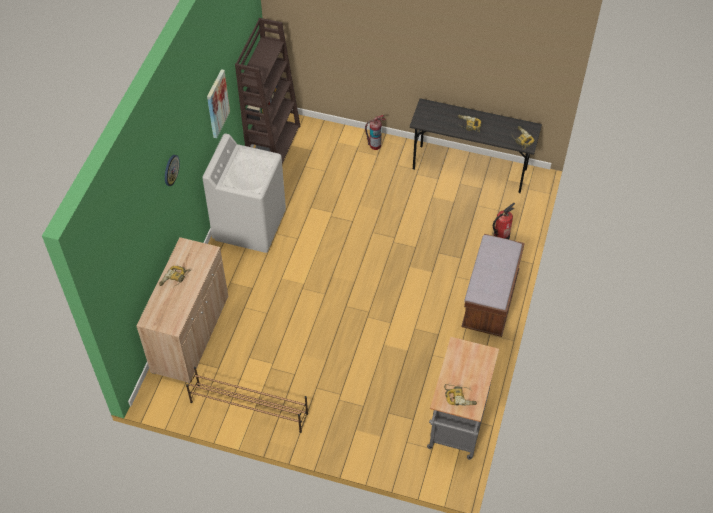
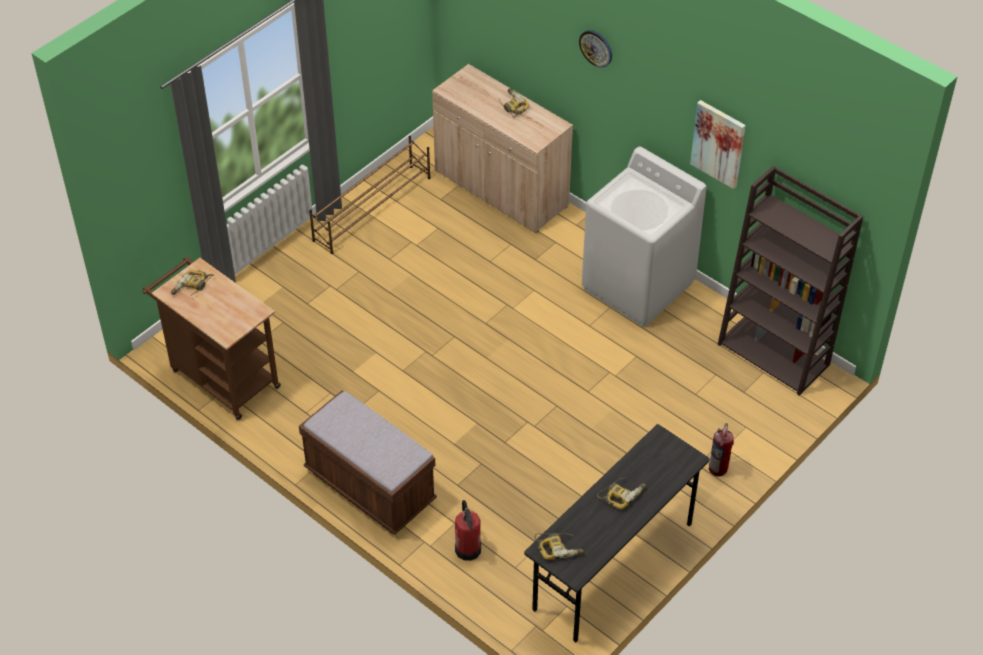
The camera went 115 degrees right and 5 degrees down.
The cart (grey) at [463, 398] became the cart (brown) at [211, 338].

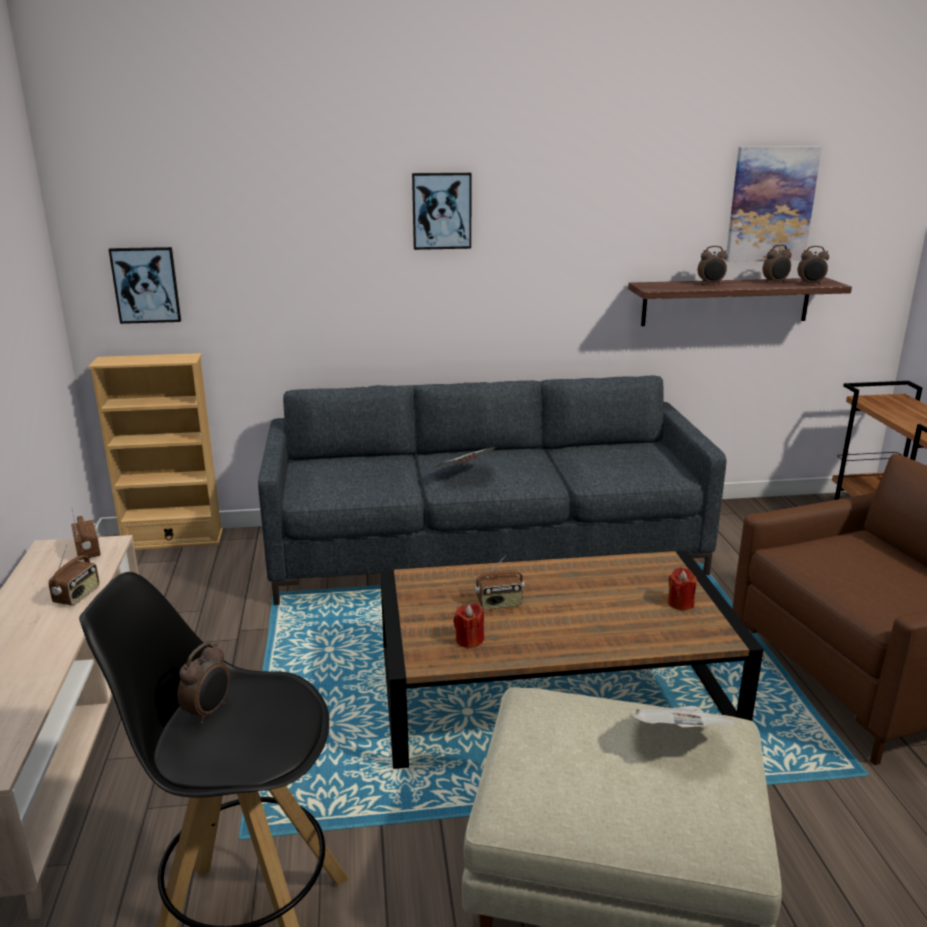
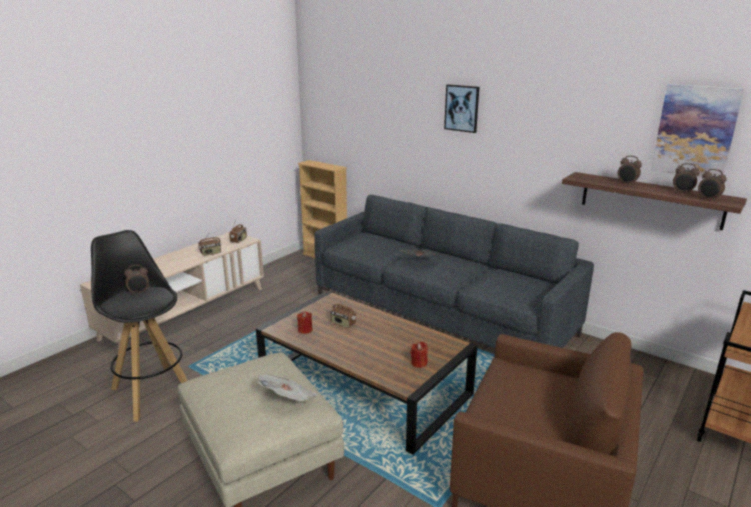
The camera went 45 degrees right and 0 degrees up.
The picture at [145, 285] disappeared.

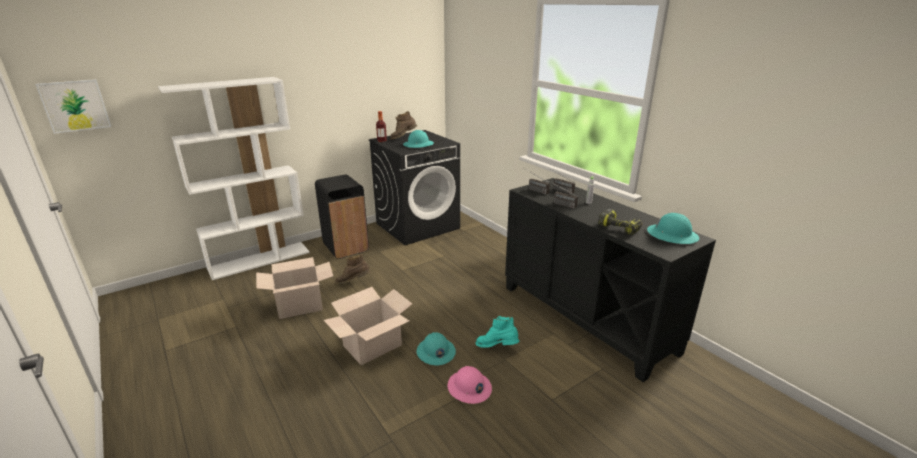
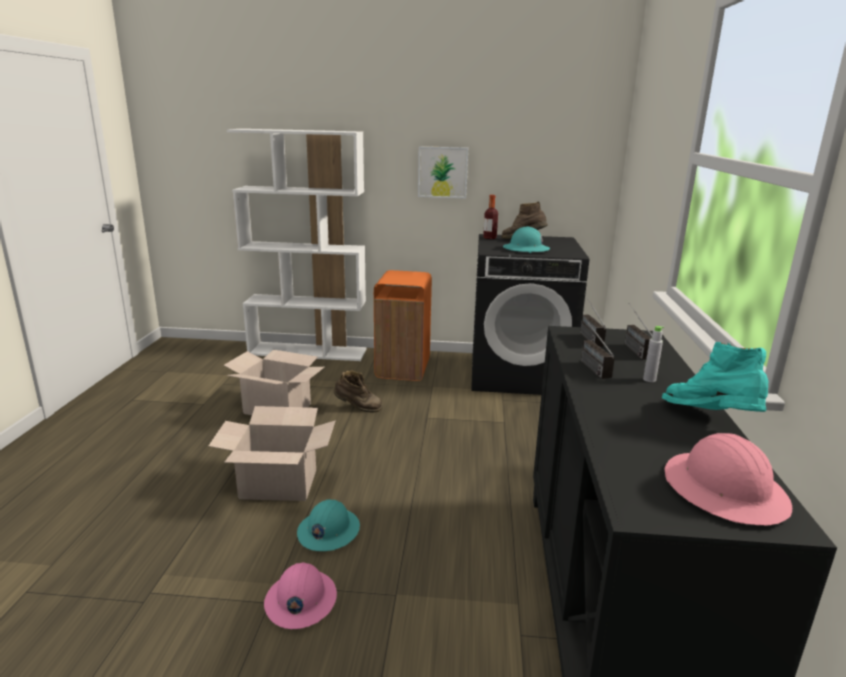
The camera went 40 degrees right and 5 degrees down.
The boot (brown) at [353, 269] turned 150 degrees clockwise.
The trash can (black) at [342, 217] became the trash can (orange) at [403, 325].
The picture moved from [73, 106] to [443, 172].
The boot (turquoise) moved from [497, 332] to [715, 377].
The hard hat (turquoise) at [673, 228] became the hard hat (pink) at [728, 479].
The power drill at [620, 222] disappeared.

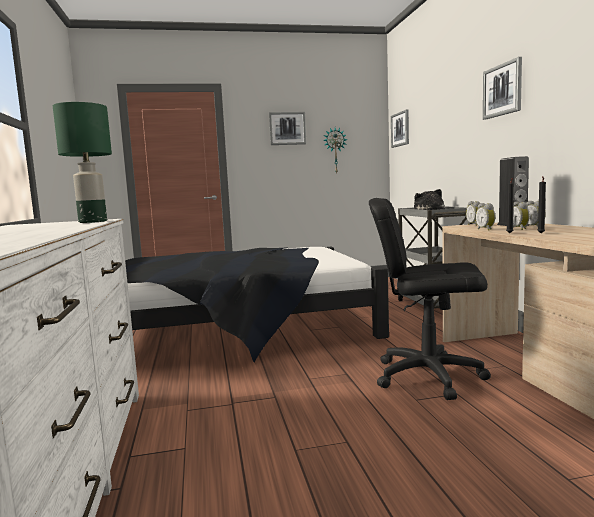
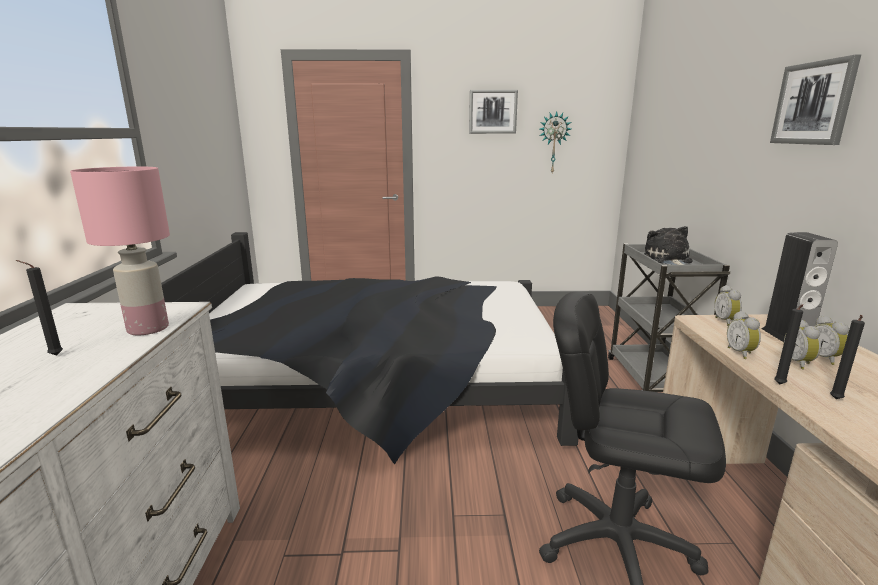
The camera went 10 degrees right and 10 degrees up.
The candle (black) at [39, 308] appeared.
The table lamp (green) at [82, 162] became the table lamp (pink) at [120, 251].
The picture at [400, 129] disappeared.

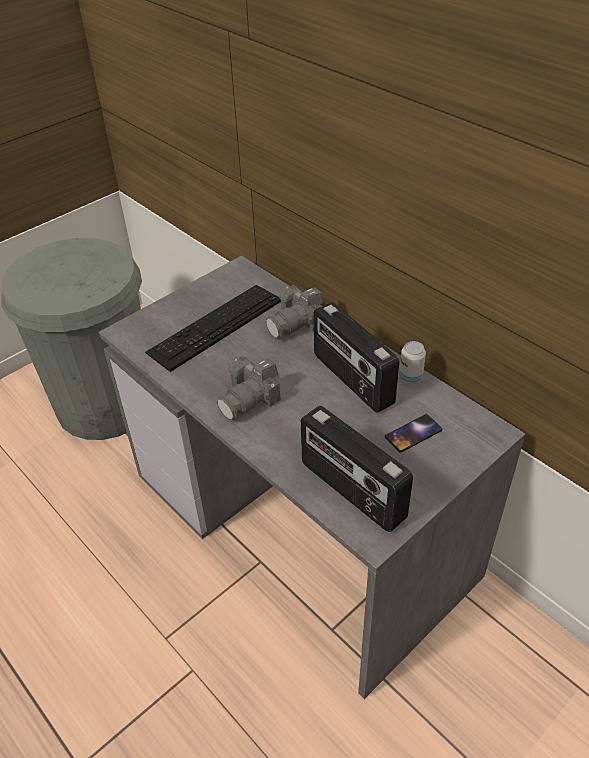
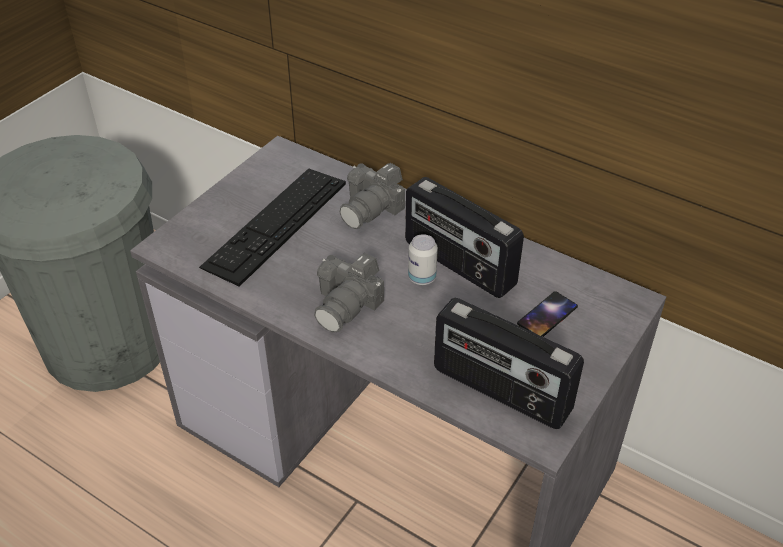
The camera went 15 degrees left and 0 degrees up.
The can moved from [412, 362] to [423, 259].

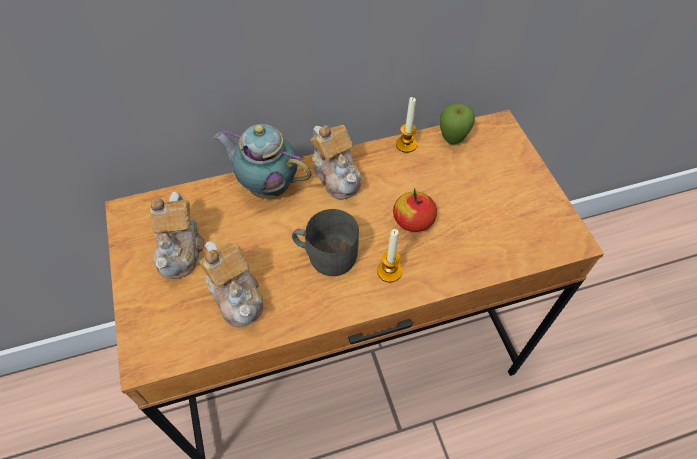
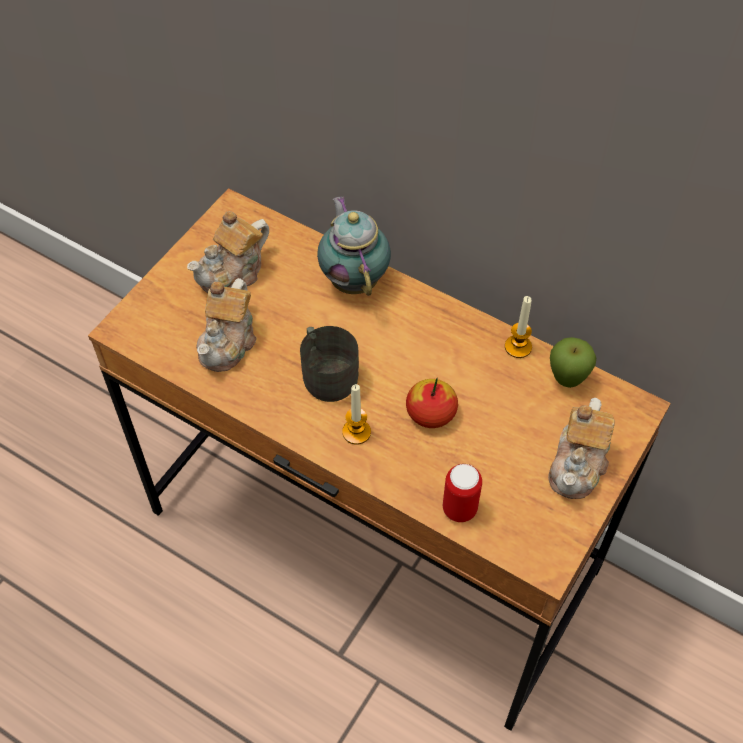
The camera went 50 degrees right and 0 degrees up.
The can at [462, 493] appeared.
The teapot moved from [336, 162] to [581, 448].

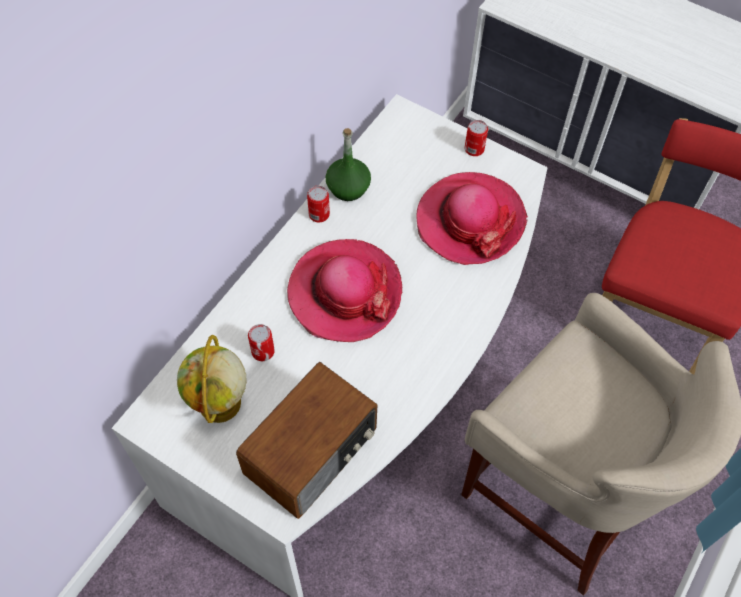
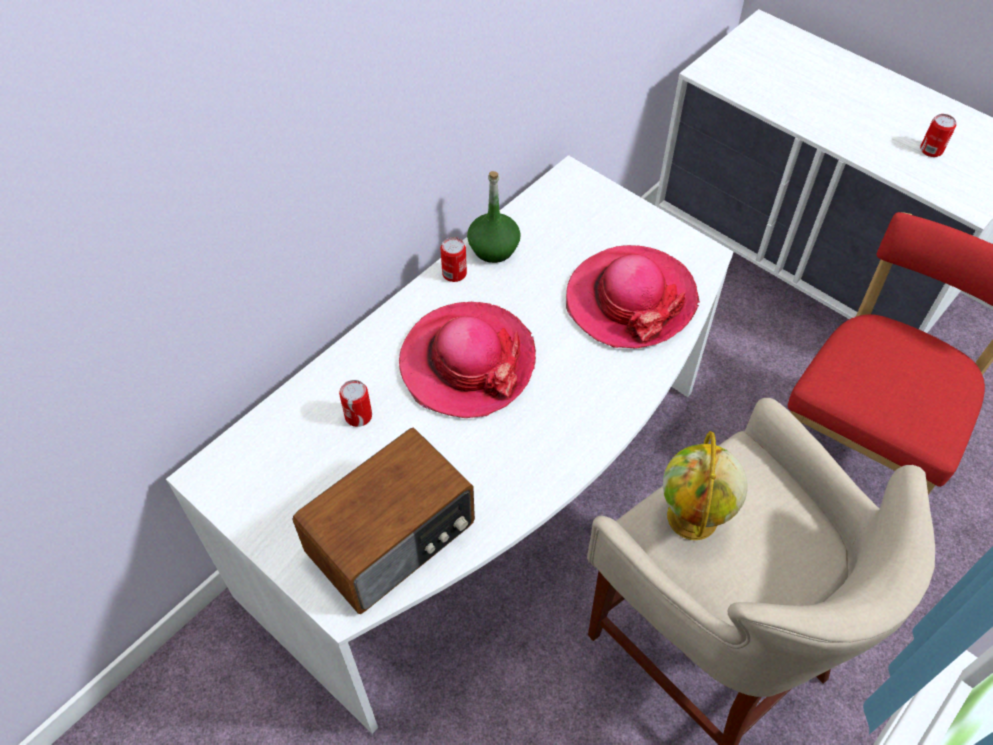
The camera went 10 degrees right and 5 degrees down.
The globe moved from [212, 379] to [705, 485].
The can moved from [476, 138] to [938, 135].

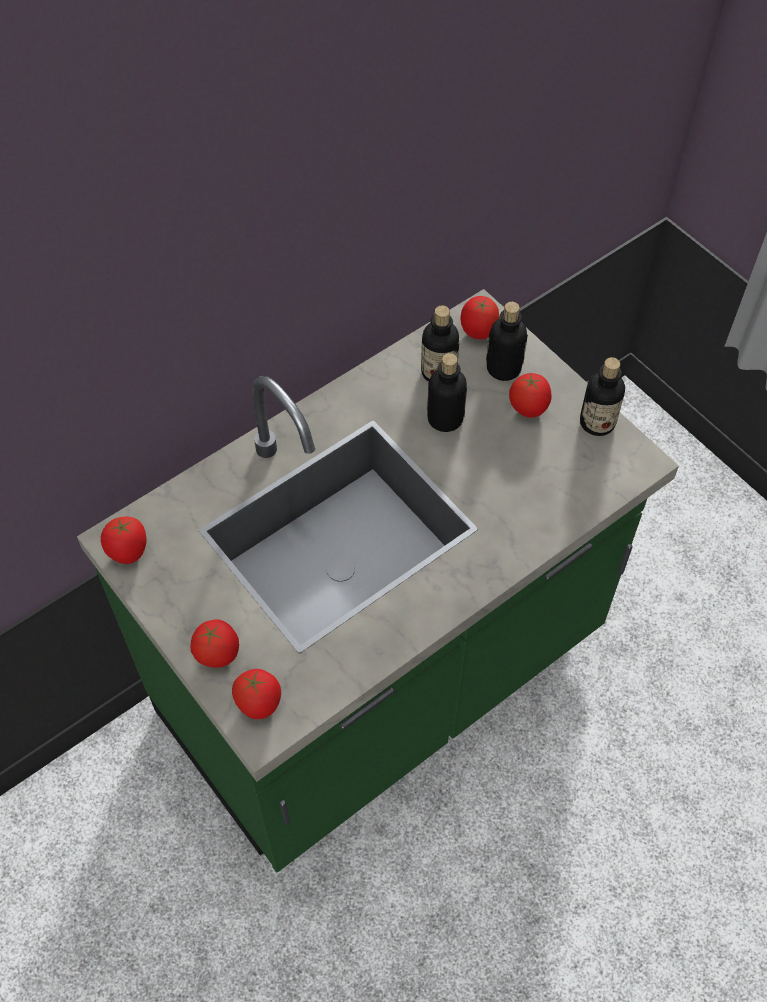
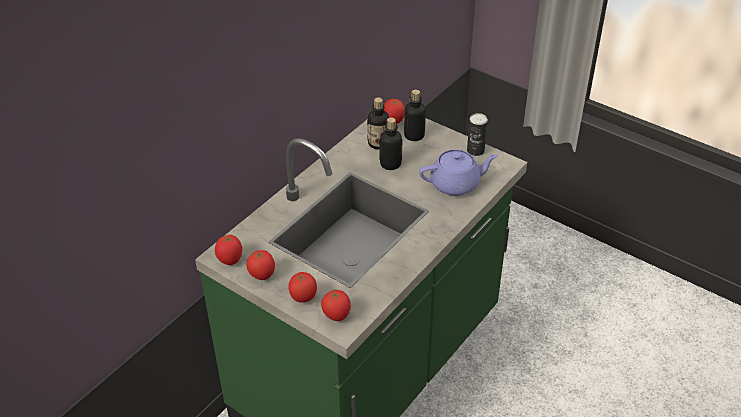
The camera went 15 degrees left and 15 degrees down.
The tomato moved from [530, 395] to [260, 265].
The teapot (purple) at [458, 172] appeared.
The bottle at [602, 396] was replaced by the can at [477, 134].

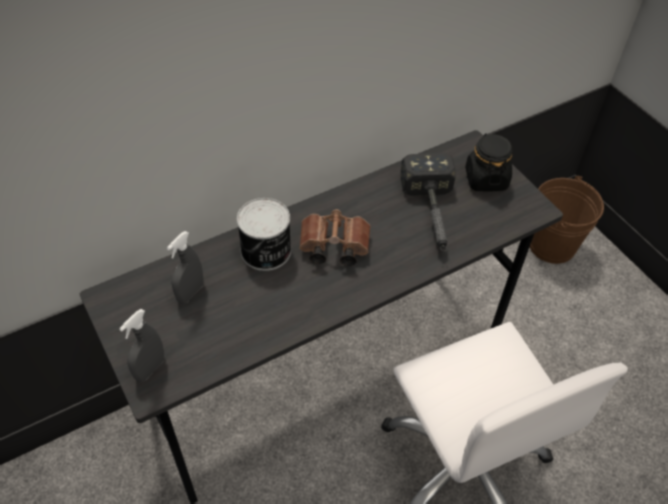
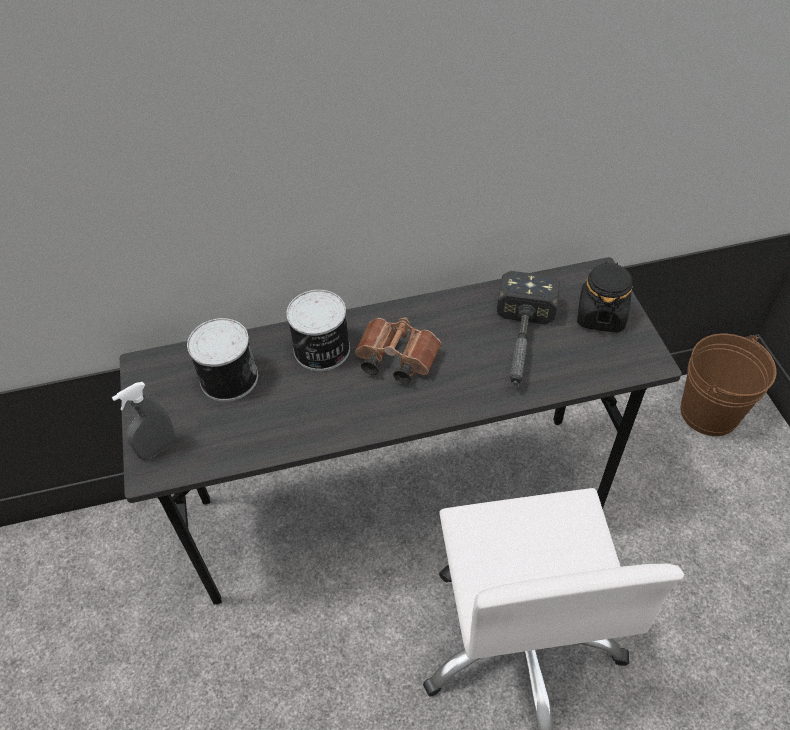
The camera went 20 degrees right and 0 degrees up.
The spray bottle (grey) at [185, 267] was replaced by the can at [222, 360].

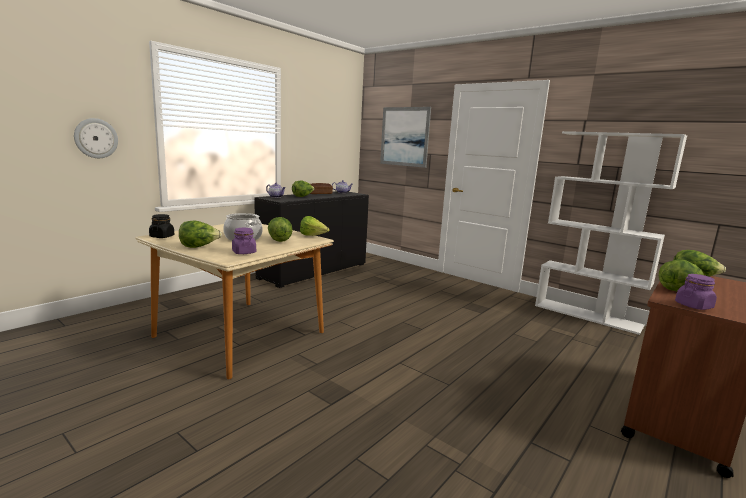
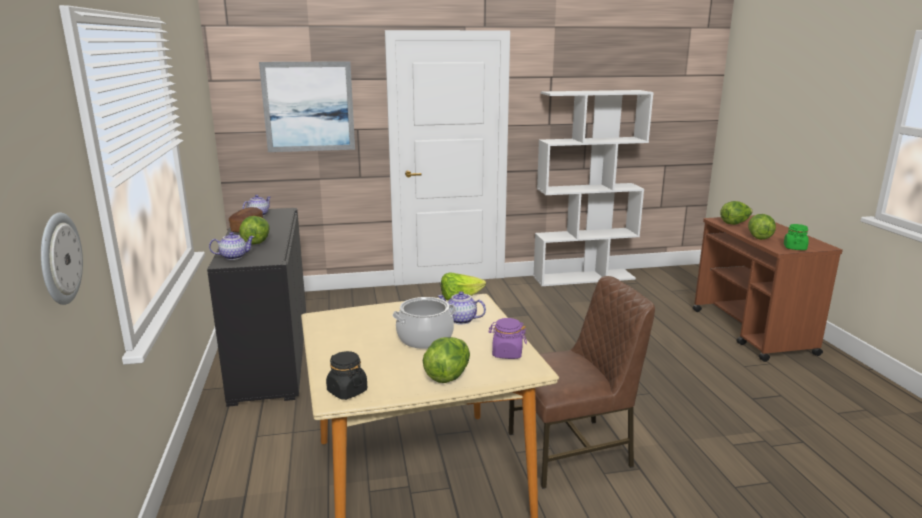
The camera went 50 degrees left and 5 degrees up.
The lettuce at [280, 229] was replaced by the teapot at [462, 307].
The chair (brown) at [582, 382] appeared.
The jar (purple) at [696, 292] became the jar (green) at [796, 237].

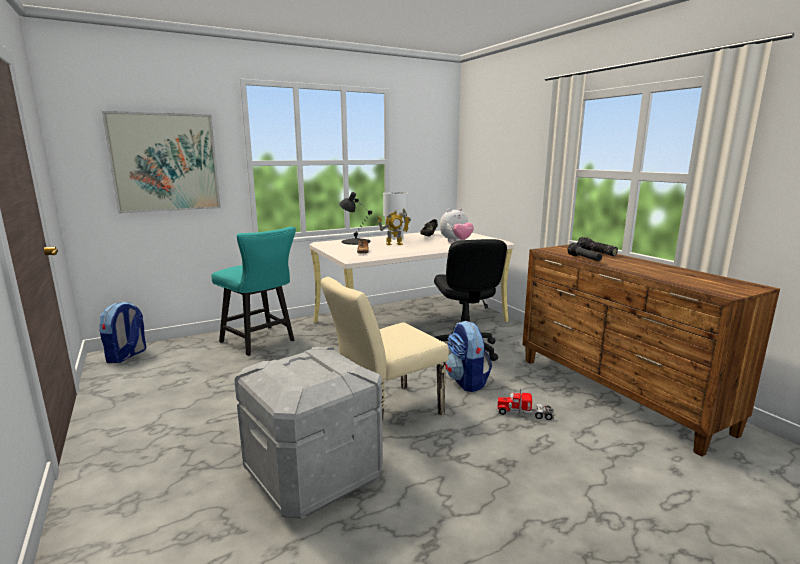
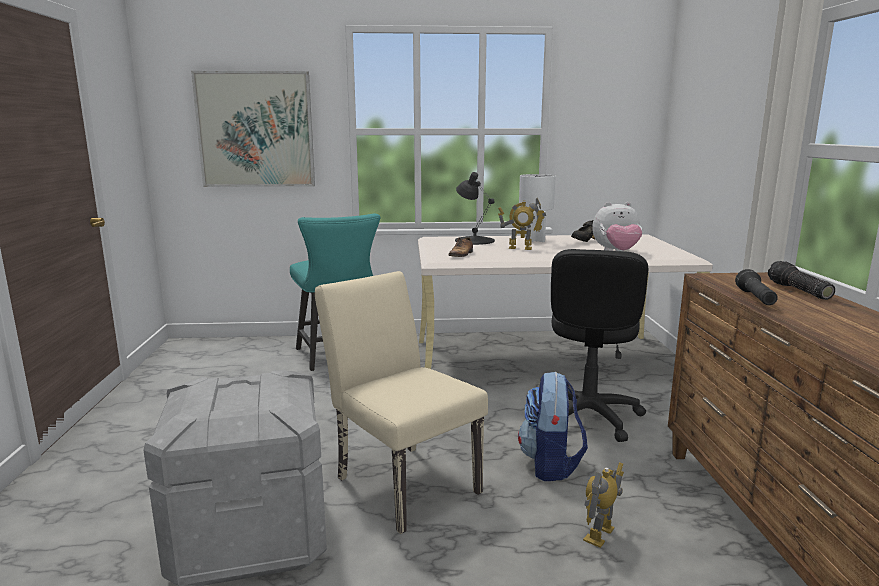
The camera went 25 degrees right and 0 degrees up.
The chair (beige) at [385, 350] turned 60 degrees clockwise.
The toy truck at [525, 404] was replaced by the toy robot at [603, 505].
The backpack at [122, 332] disappeared.

